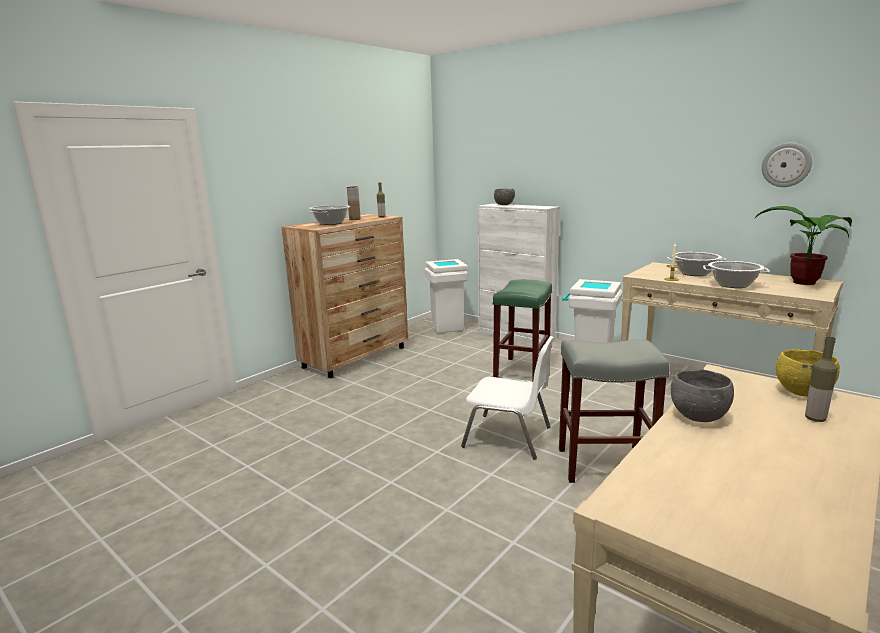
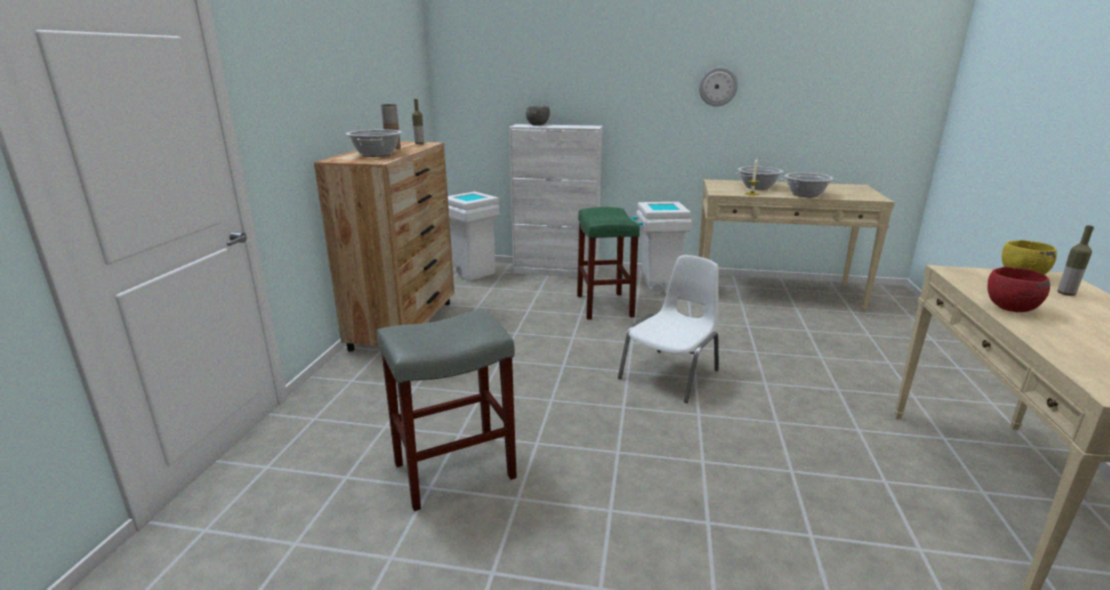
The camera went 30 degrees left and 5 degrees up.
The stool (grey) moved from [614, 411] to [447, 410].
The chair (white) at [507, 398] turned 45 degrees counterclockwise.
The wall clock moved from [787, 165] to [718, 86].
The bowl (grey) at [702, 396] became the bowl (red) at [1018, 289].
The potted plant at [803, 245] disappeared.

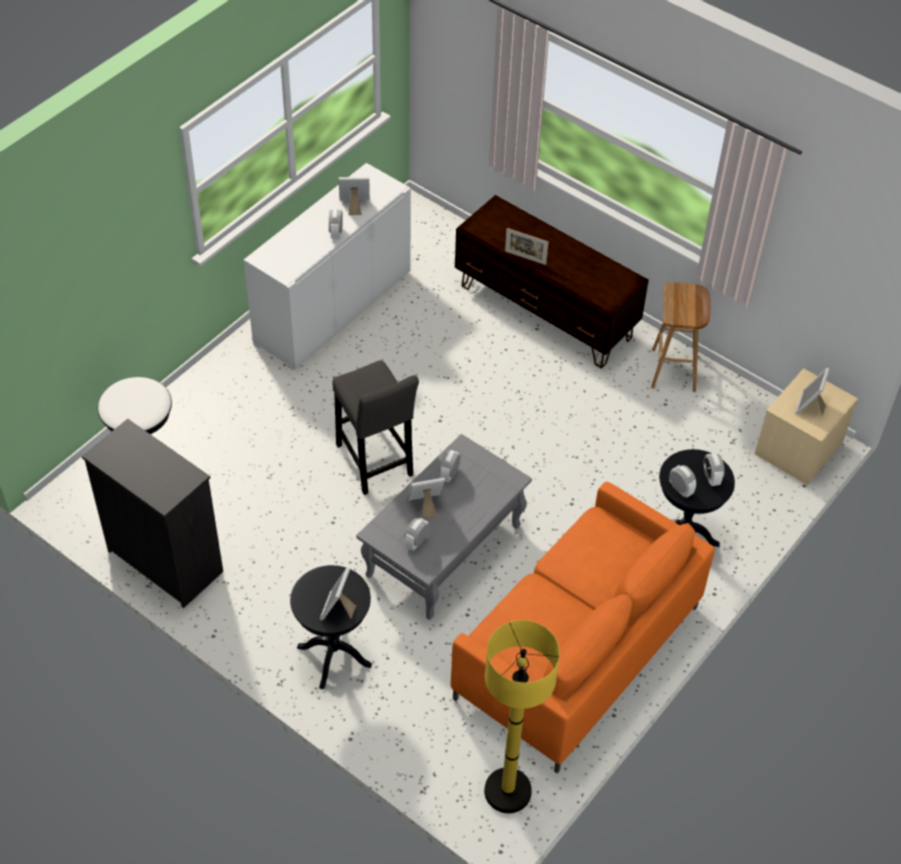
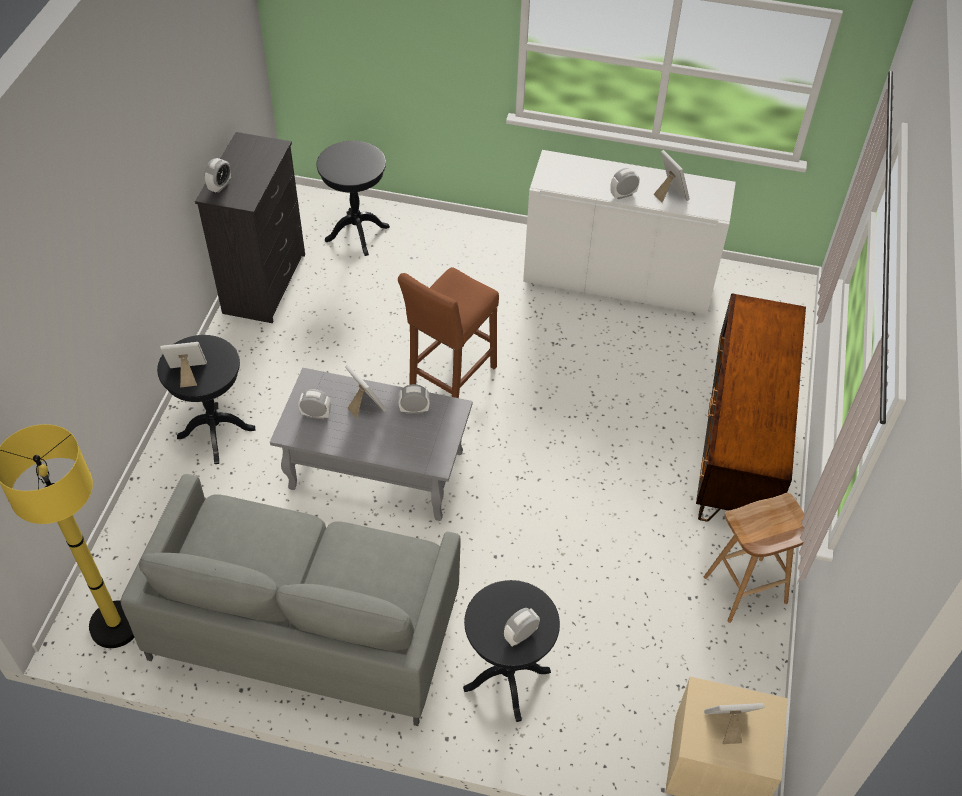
The camera went 65 degrees right and 0 degrees up.
The sofa (orange) at [583, 628] became the sofa (grey) at [290, 600].
The alarm clock moved from [682, 481] to [217, 175].
The stool (grey) at [375, 427] became the stool (brown) at [448, 332].
The picture frame at [527, 246] disappeared.

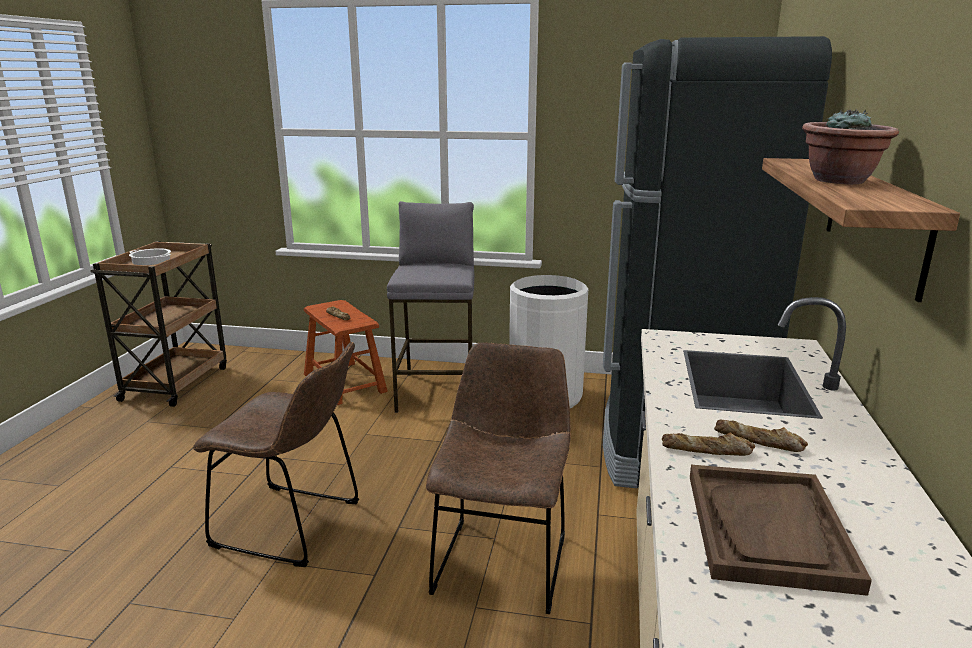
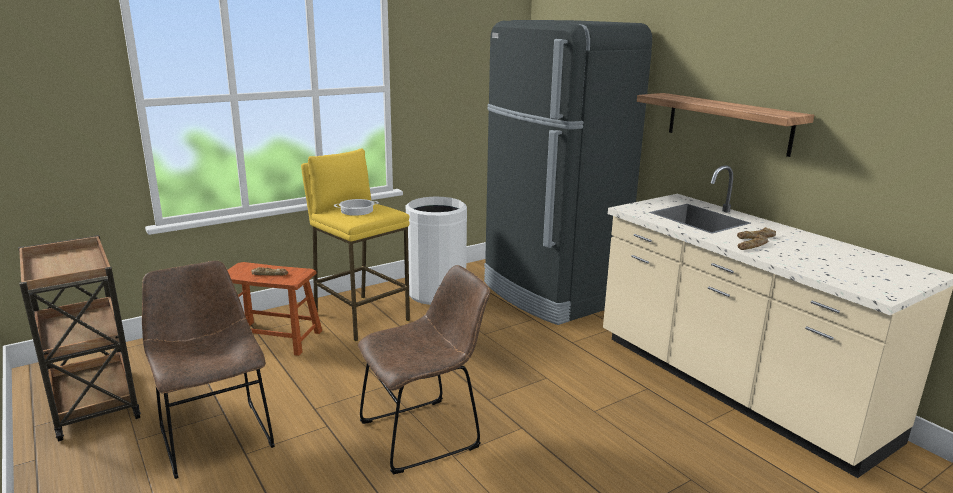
The camera went 45 degrees left and 0 degrees up.
The chair (brown) moved from [498, 478] to [208, 369].
The stool (grey) at [430, 307] became the stool (yellow) at [355, 245].
The cooking pot moved from [150, 256] to [356, 207].
The tray (brown) at [781, 530] disappeared.
The potted plant at [850, 146] disappeared.

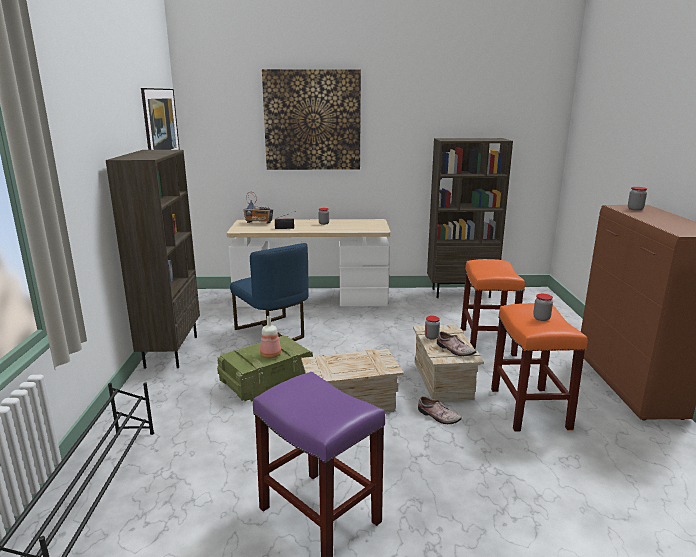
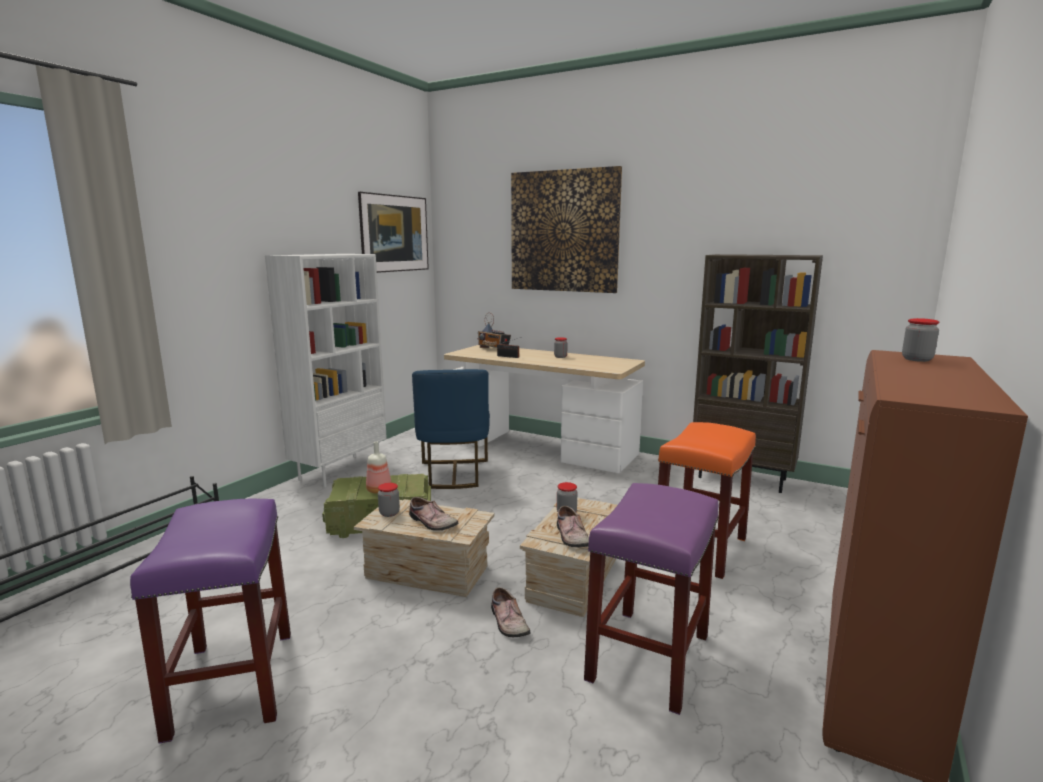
The camera went 30 degrees right and 5 degrees down.
The bookcase (brown) at [153, 259] became the bookcase (white) at [326, 370].
The jar moved from [543, 307] to [389, 500].
The shoe at [433, 514] appeared.
The stool (orange) at [539, 367] became the stool (purple) at [651, 599].

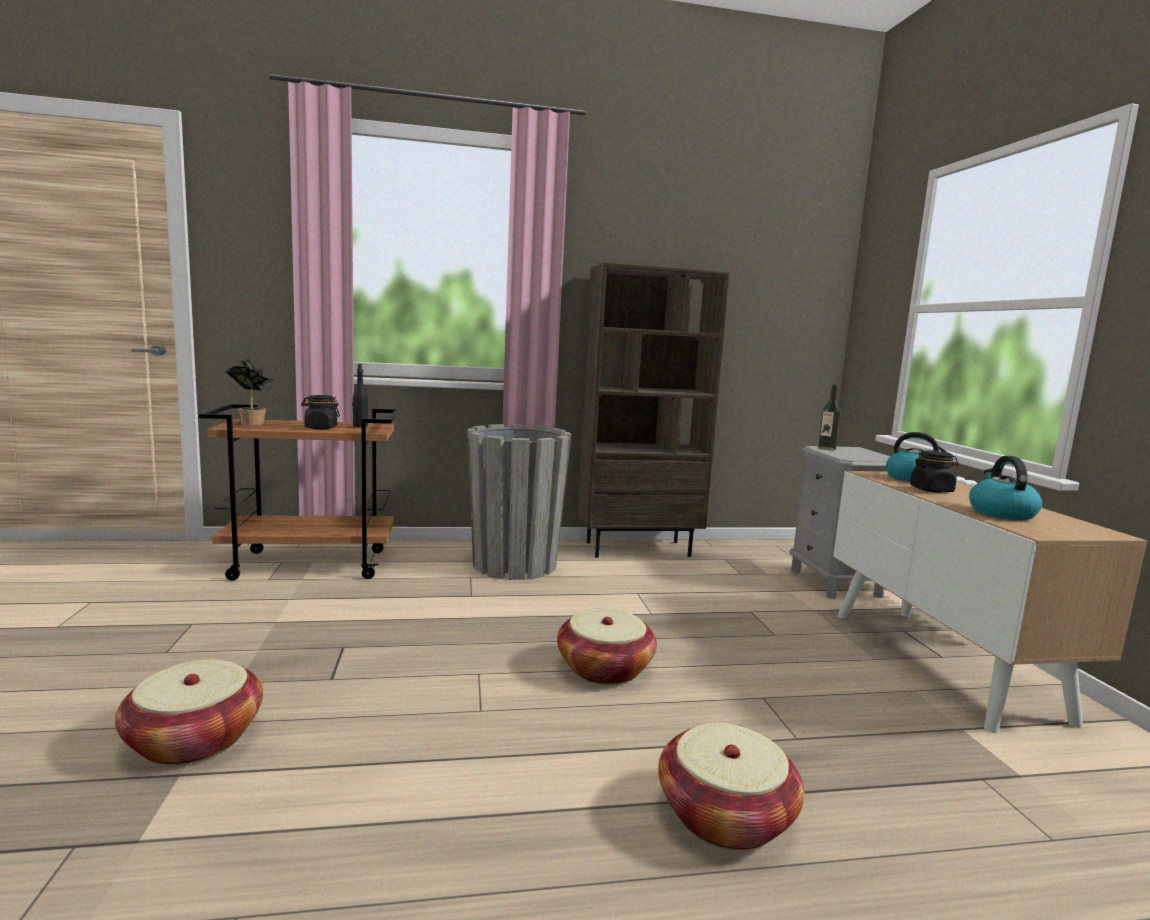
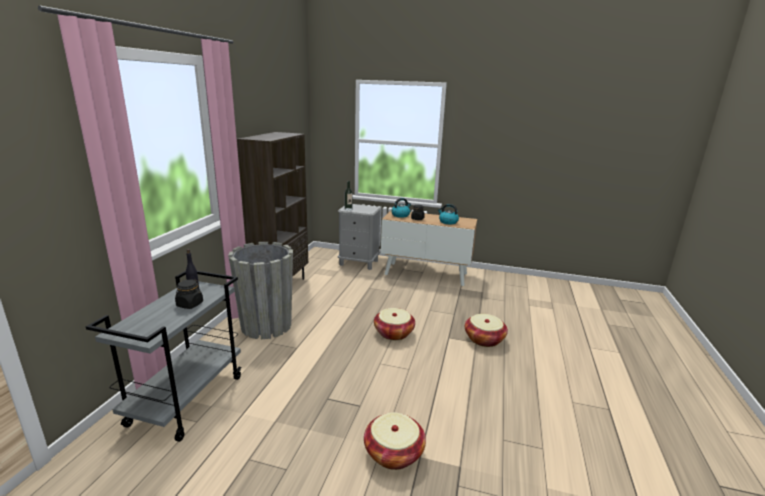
The camera went 65 degrees left and 10 degrees up.
The cart (brown) at [299, 492] became the cart (grey) at [164, 356].
The potted plant at [250, 392] disappeared.

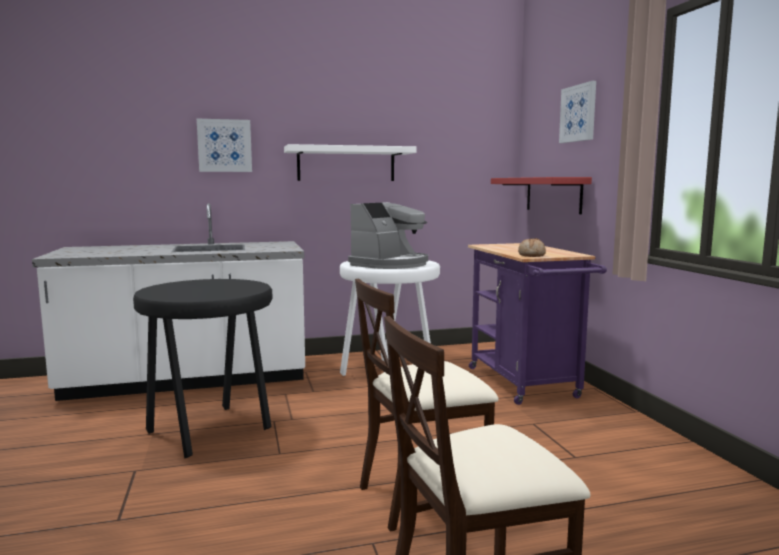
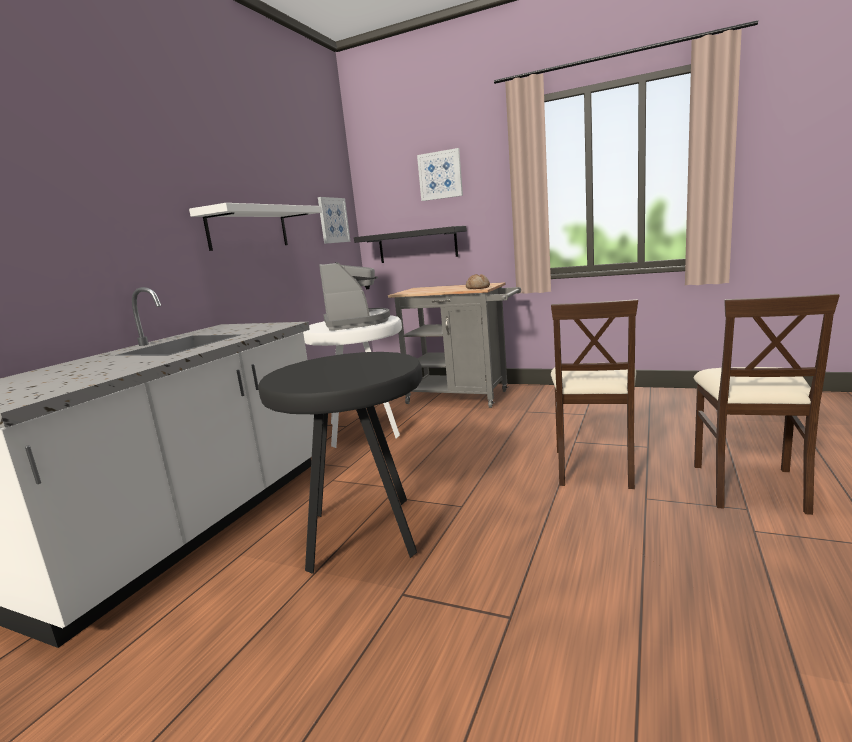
The camera went 50 degrees left and 5 degrees up.
The picture moved from [224, 145] to [334, 220].
The shelf (red) at [541, 195] became the shelf (black) at [410, 244].
The cart (purple) at [537, 324] became the cart (grey) at [454, 345].

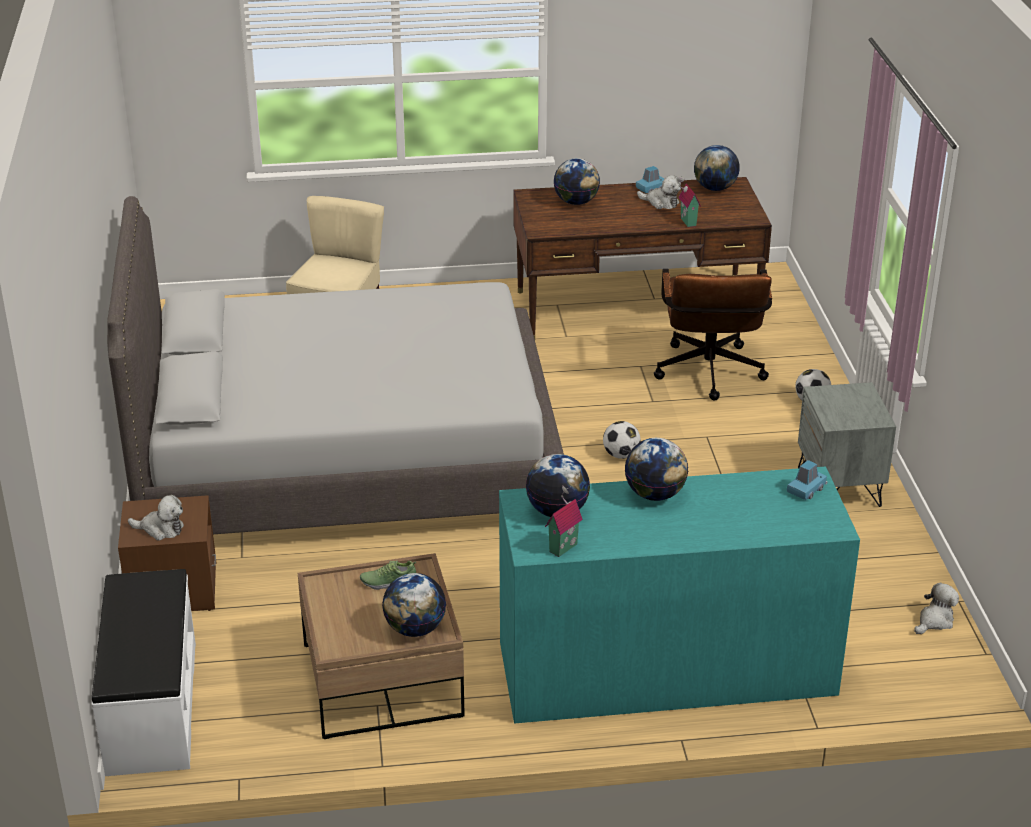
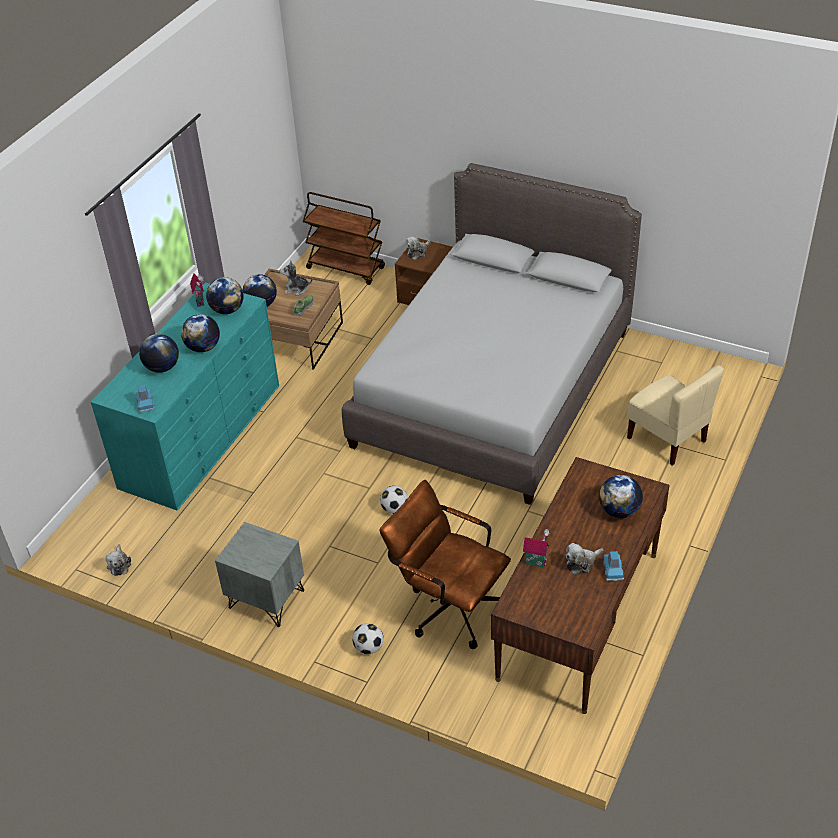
The camera went 125 degrees right and 10 degrees up.
The globe moved from [717, 168] to [159, 353].
The plush toy at [296, 278] appeared.
The bench (white) at [144, 672] was replaced by the cart (brown) at [344, 238].

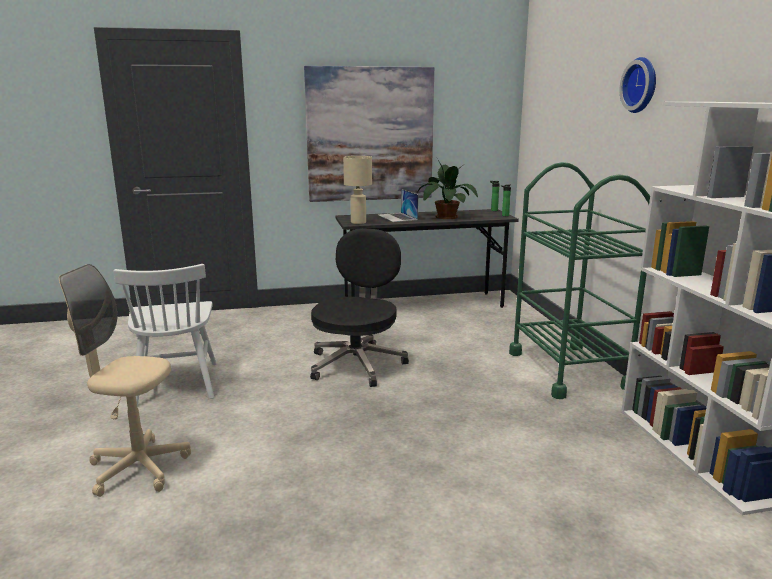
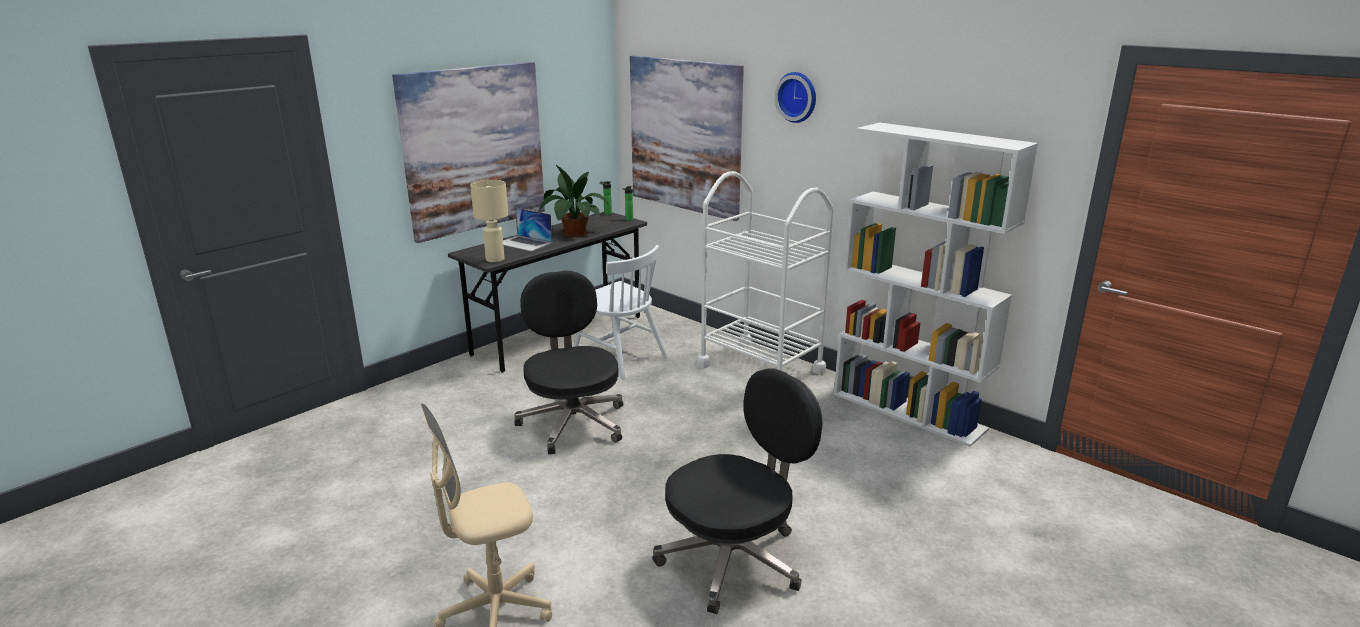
The camera went 35 degrees left and 5 degrees up.
The chair (white) moved from [165, 335] to [620, 312].
The picture at [687, 138] appeared.
The office chair (black) at [737, 491] appeared.
The cart (green) at [579, 280] became the cart (white) at [765, 273].

